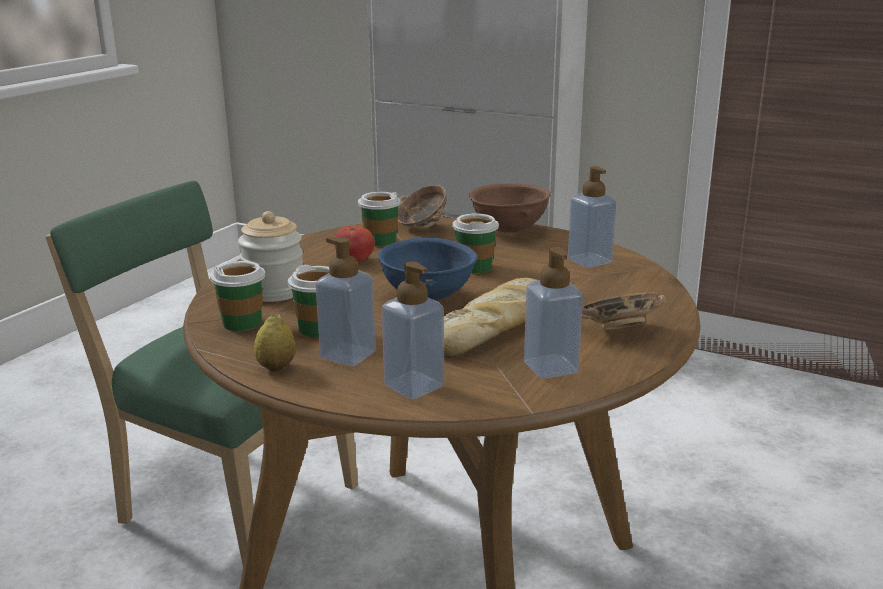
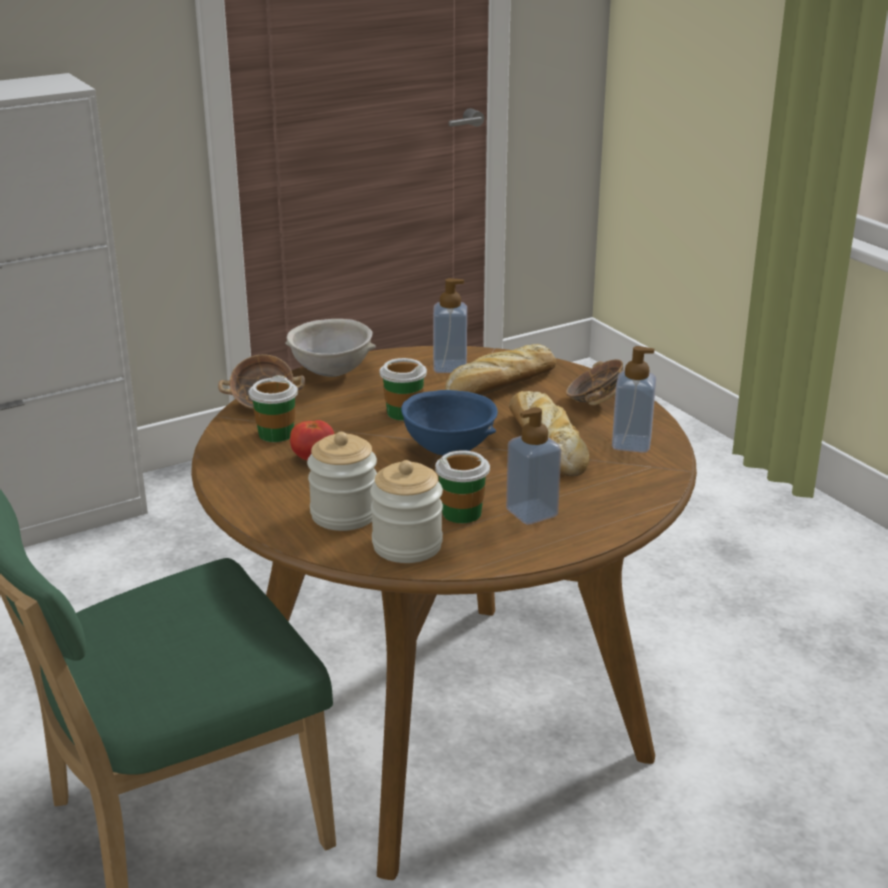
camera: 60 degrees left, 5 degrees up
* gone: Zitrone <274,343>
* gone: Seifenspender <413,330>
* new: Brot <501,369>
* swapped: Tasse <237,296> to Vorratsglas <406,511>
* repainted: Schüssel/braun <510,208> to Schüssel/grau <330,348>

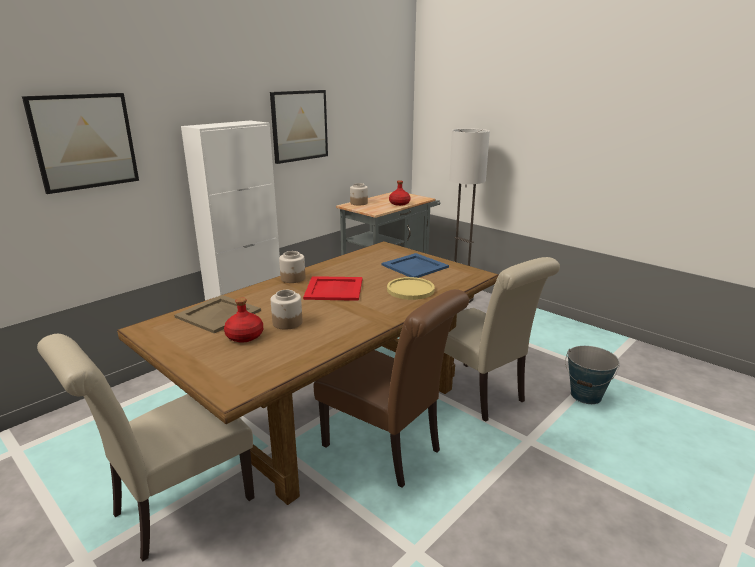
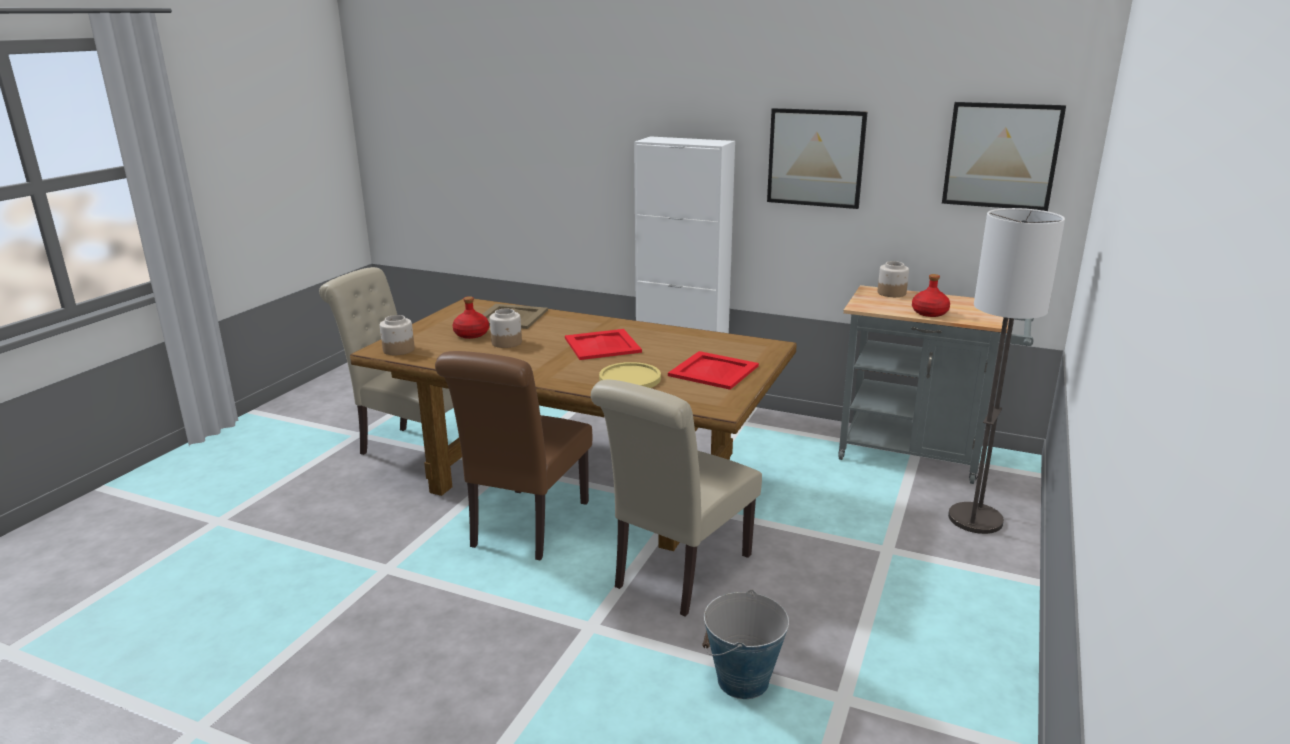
camera: 70 degrees right, 0 degrees up
* shifted: Bild <80,143> to <1004,156>
* shifted: Vorratsglas <292,267> to <397,335>
* repainted: Tablett/blau <415,265> to Tablett/rot <713,370>

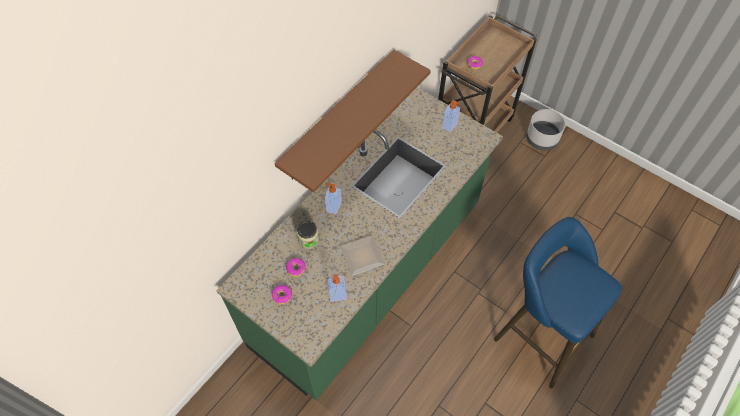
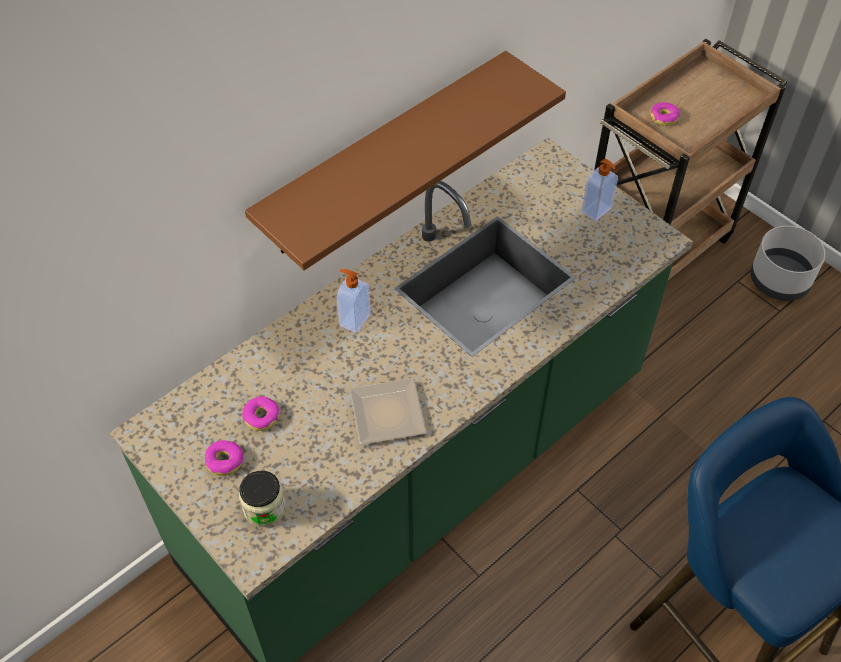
camera: 10 degrees right, 5 degrees down
* gone: Seifenspender <337,288>
* shifted: Vorratsglas <308,235> to <262,499>

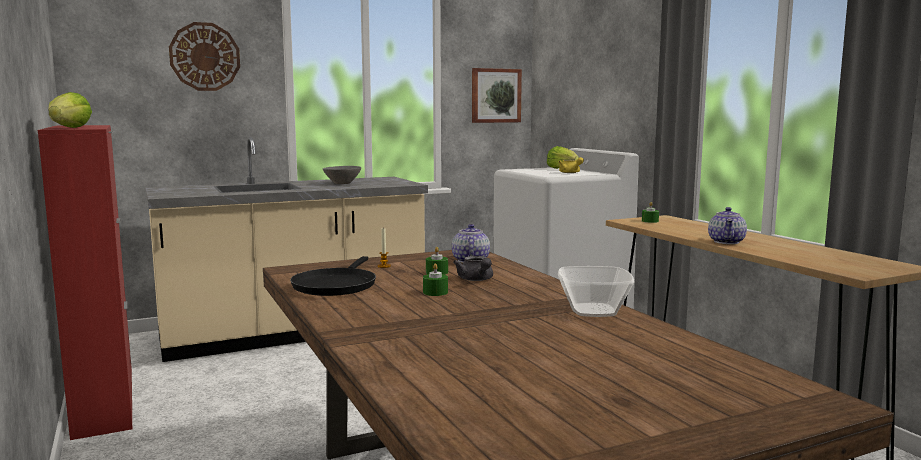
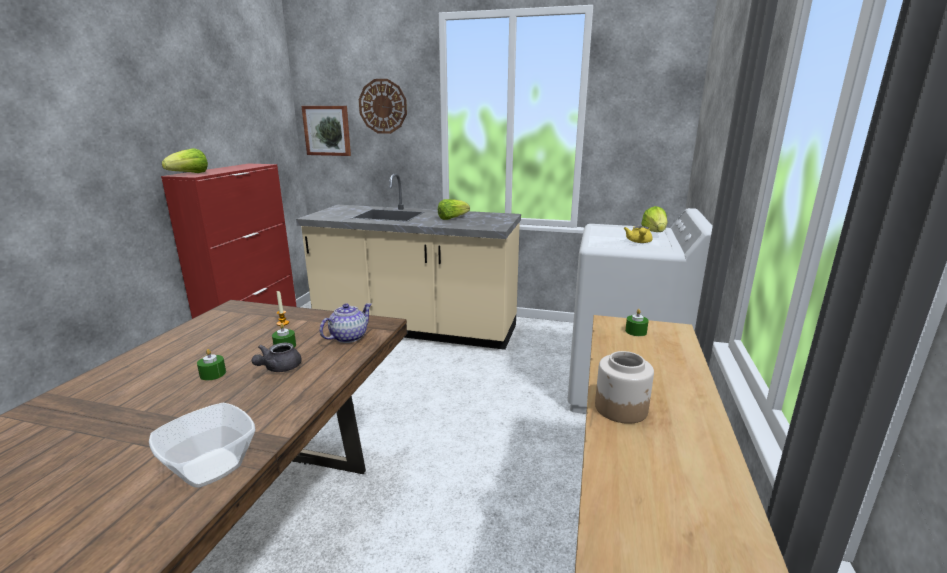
camera: 40 degrees right, 10 degrees up
* gone: Pfanne/schwarz <333,276>
* shifted: Bild <497,95> to <326,131>
* swapped: Schüssel/grau <342,175> to Salatkopf <454,209>
* swapped: Teekanne <727,225> to Vorratsglas <624,387>

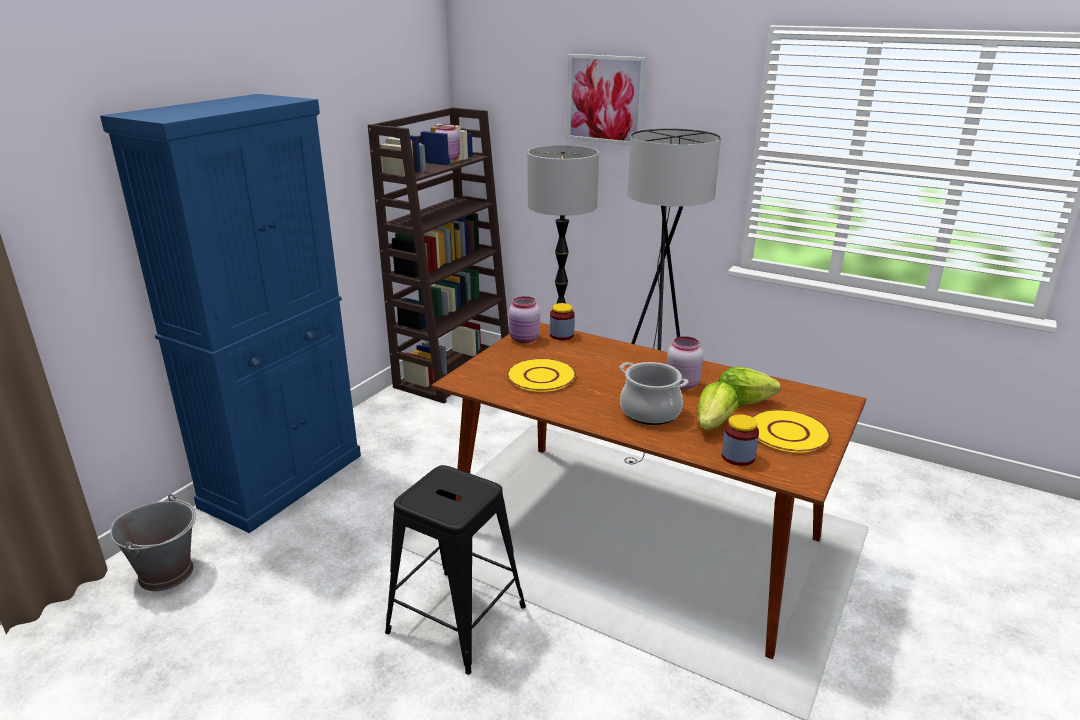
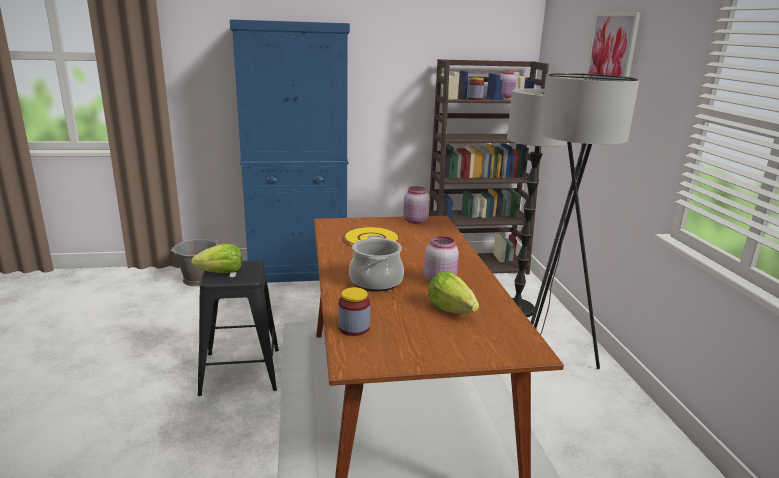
camera: 50 degrees right, 5 degrees down
* gone: Teller/gelb <791,431>
* shifted: Vorratsglas <562,321> to <476,88>
* shifted: Salatkopf <718,405> to <216,258>

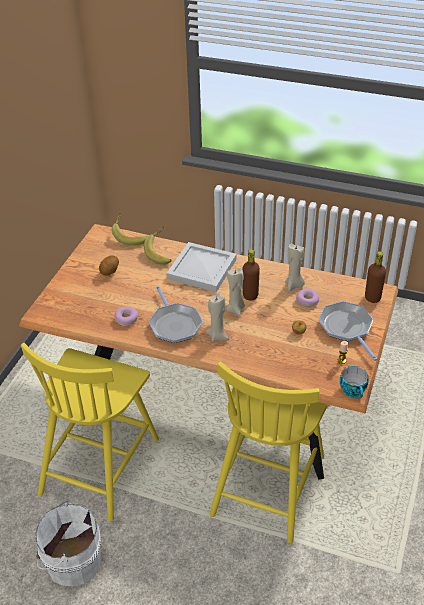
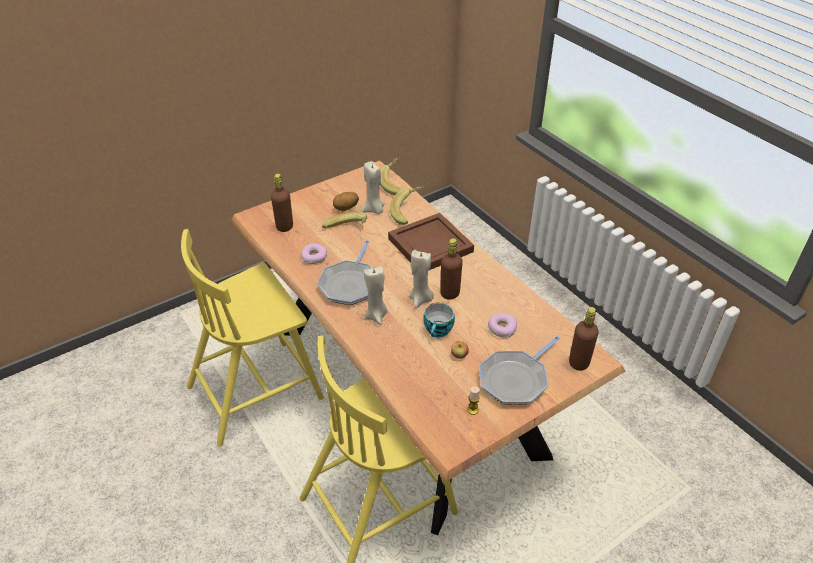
camera: 35 degrees right, 0 degrees up
* gone: Eimer/weiß <68,543>
* new: Flasche/braun <282,203>
* new: Banane <344,219>
* shifted: Kerze/beige <295,267> to <373,187>
* shifted: Tasse <354,382> to <439,320>
* repainted: Tablett/weiß <201,267> to Tablett/braun <431,242>
* rotated: Pfanne <348,331> = <519,370> 150 degrees counterclockwise

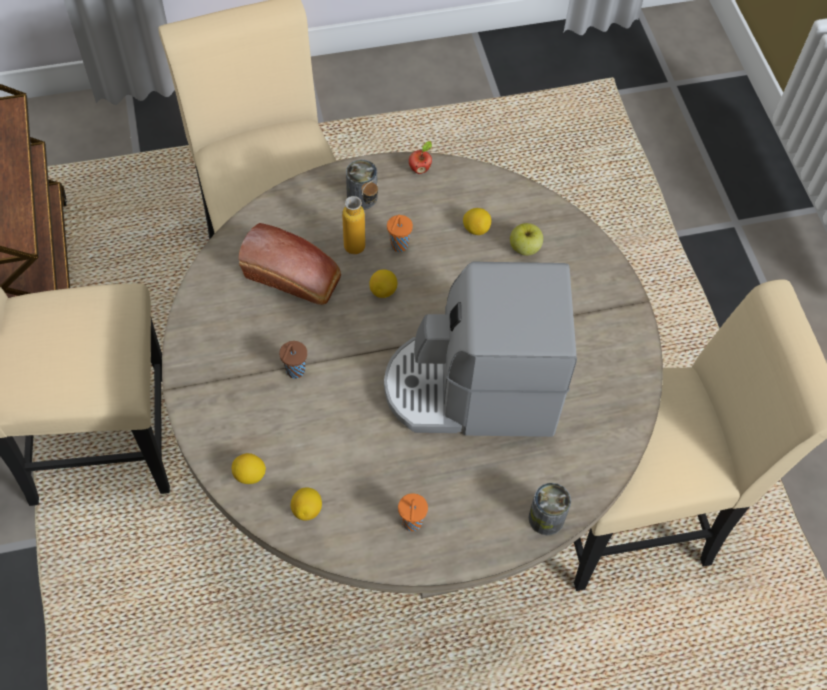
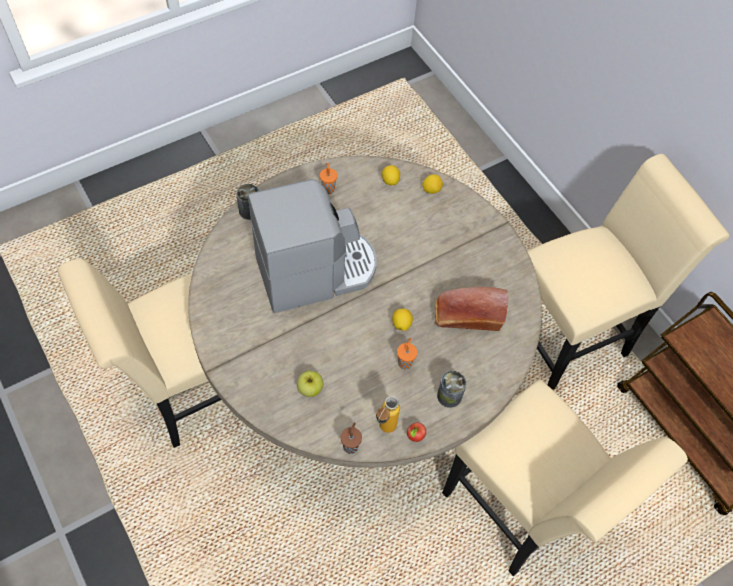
camera: 160 degrees right, 0 degrees up
* gone: Zitrone <477,221>
* shifted: Tasse/braun <293,360> to <351,438>
* shifted: Flasche <360,217> to <388,414>

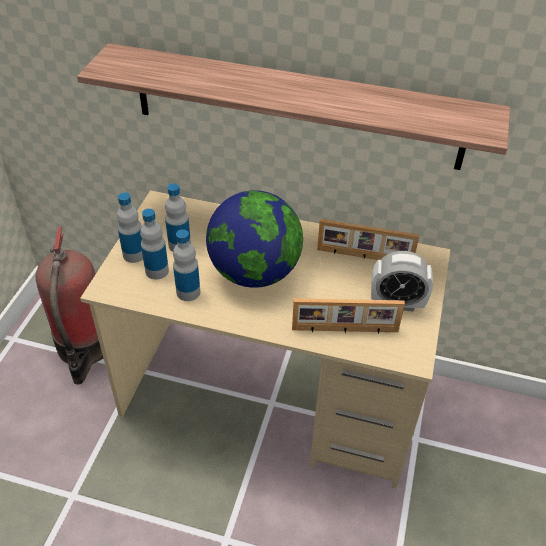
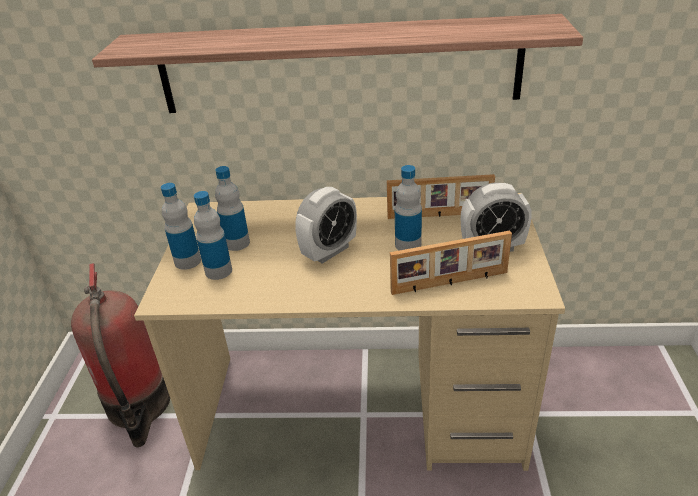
camera: 10 degrees left, 10 degrees down
* shifted: Flasche <186,265> to <408,207>
* swapped: Globus <254,239> to Wecker <326,225>

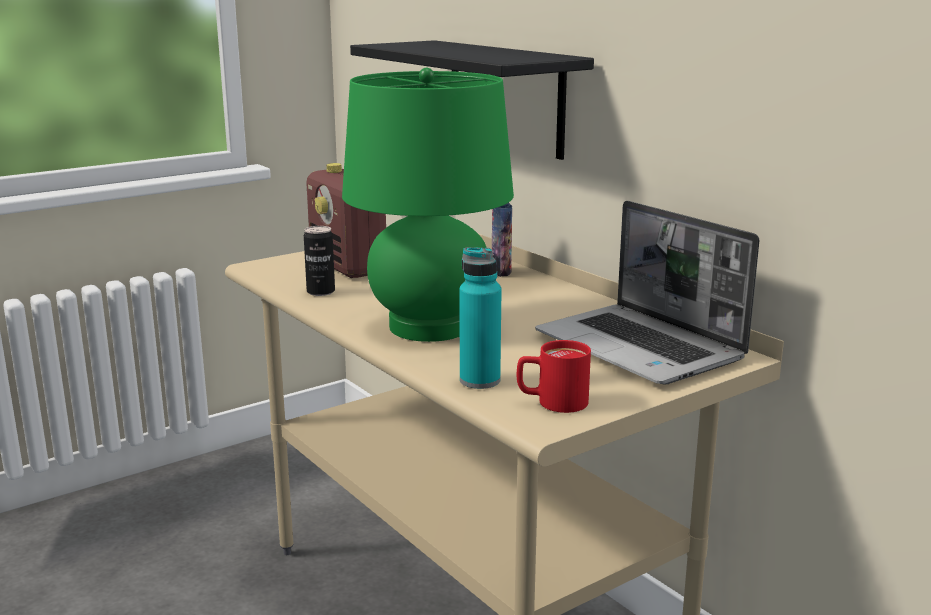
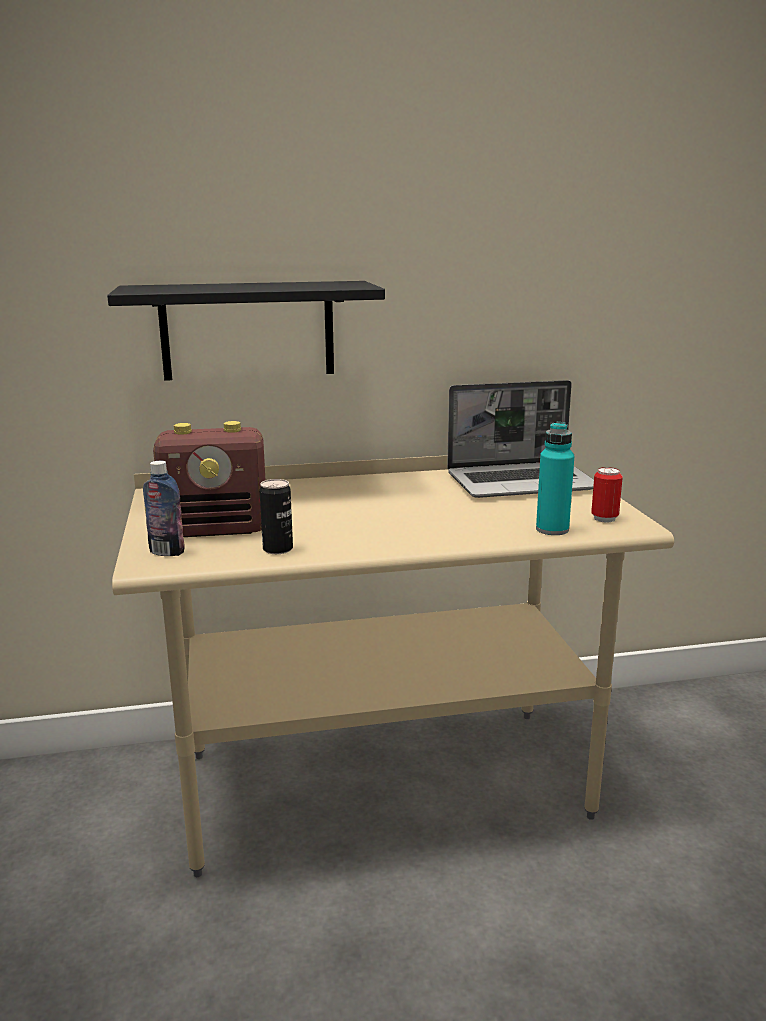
camera: 65 degrees left, 0 degrees up
* gone: Tischlampe/grün <428,205>
* shifted: Flasche <502,240> to <164,508>
* swapped: Henkelbecher/rot <554,376> to Dose <607,494>

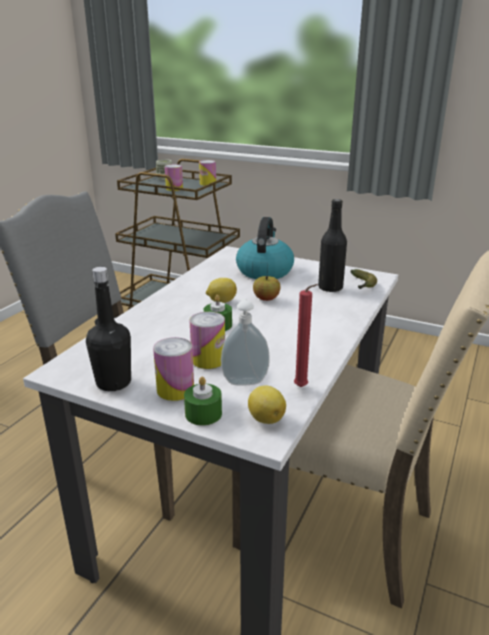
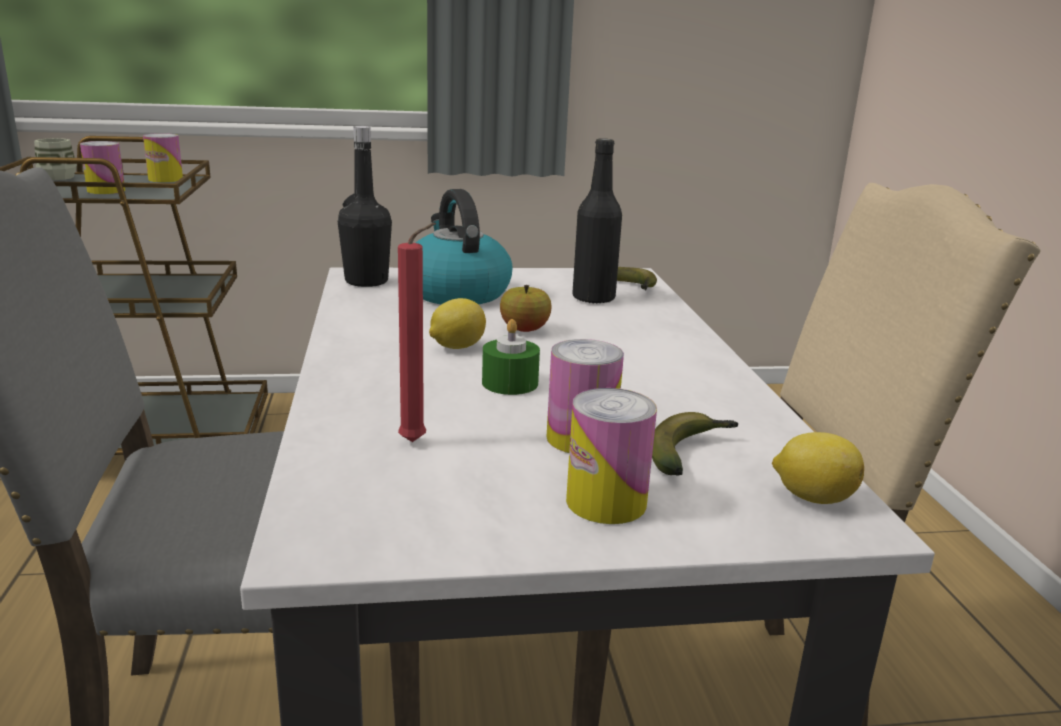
camera: 35 degrees left, 5 degrees down
* gone: Kerze/grün <203,401>
* shifted: Flasche/schwarz <108,329> to <365,206>
* shifted: Kerze/rot <306,335> to <417,332>
* swapped: Seifenspender <245,342> to Banane <695,443>

